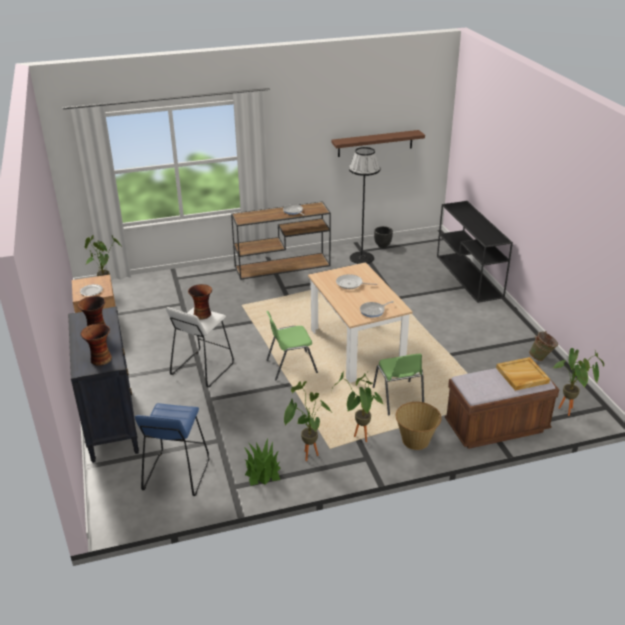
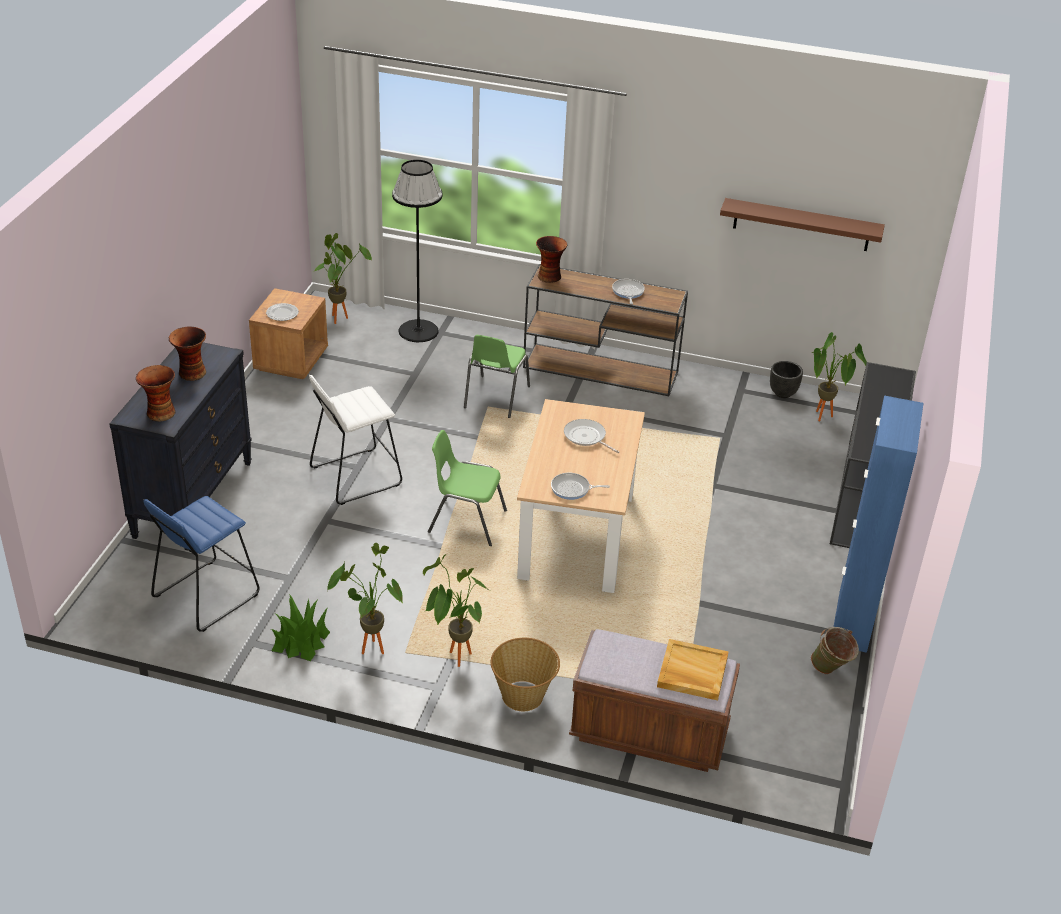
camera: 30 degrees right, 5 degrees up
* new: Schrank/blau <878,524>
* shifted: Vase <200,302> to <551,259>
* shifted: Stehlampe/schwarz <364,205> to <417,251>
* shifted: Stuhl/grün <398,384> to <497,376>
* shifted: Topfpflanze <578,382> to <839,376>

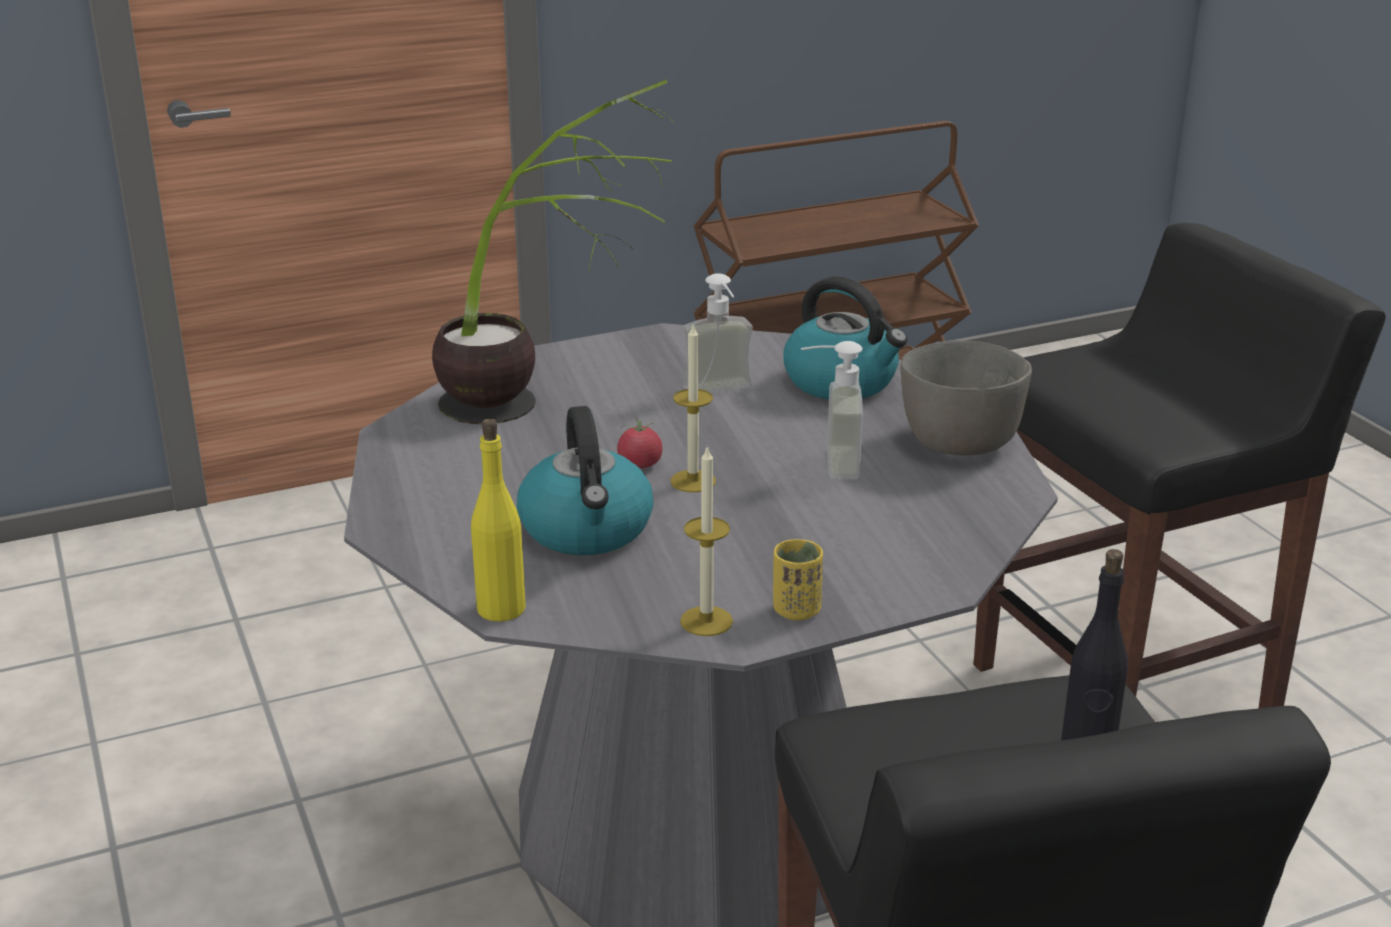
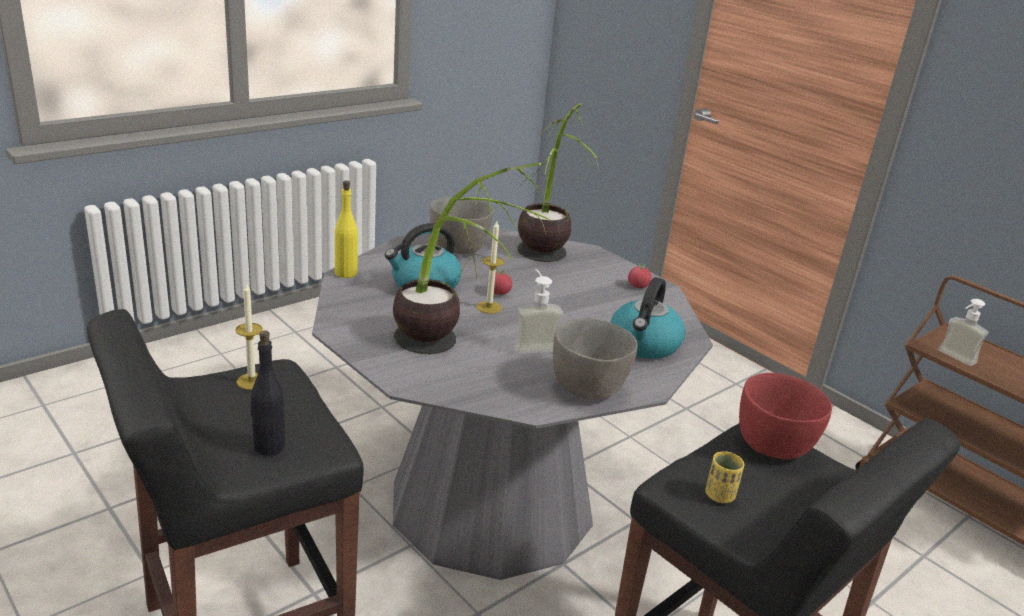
camera: 70 degrees right, 0 degrees up
* new: Topfpflanze <471,258>
* new: Schüssel/grau <462,225>
* new: Tomate <640,275>
* new: Schüssel/rot <785,416>
* shifted: Kerze <706,541> to <249,336>
* shifted: Seifenspender <718,333> to <963,332>
* shifted: Tasse/gelb <798,579> to <724,477>

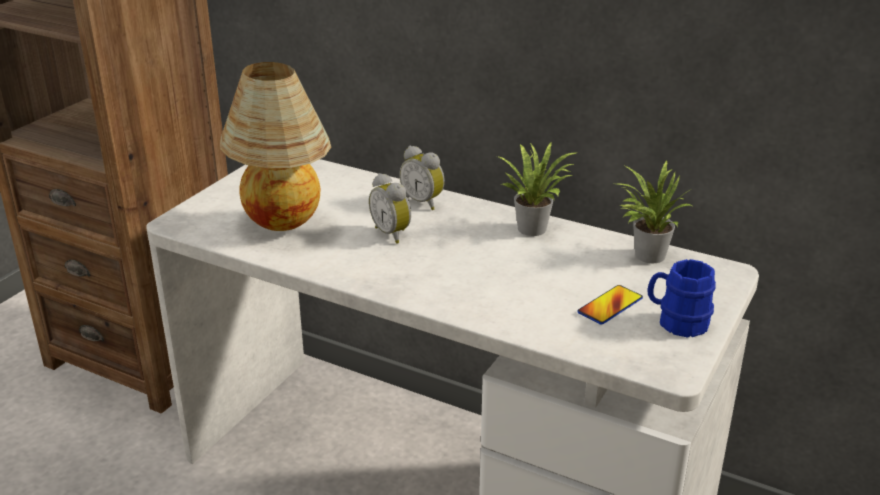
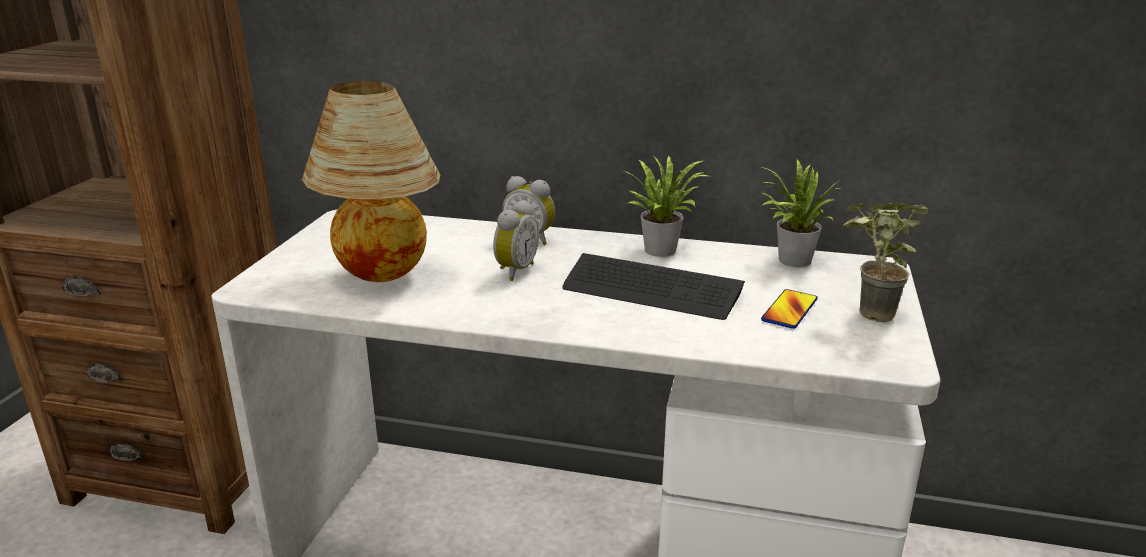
camera: 15 degrees left, 5 degrees down
* new: Tastatur <653,286>
* swapped: Henkelbecher/blau <681,298> to Topfpflanze <885,262>
* rotated: Wecker <390,208> = <516,240> 105 degrees counterclockwise

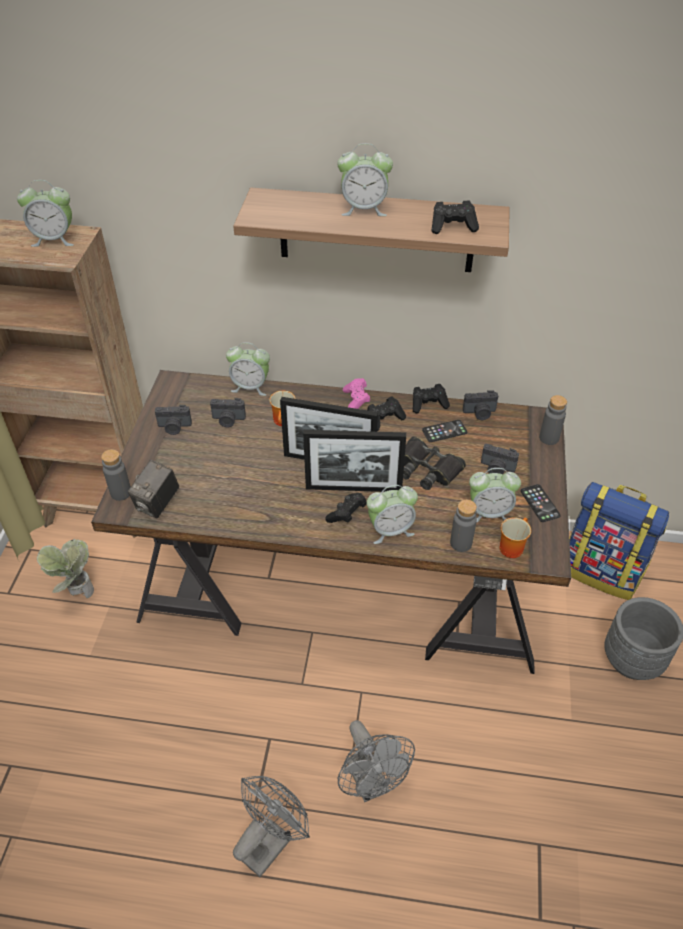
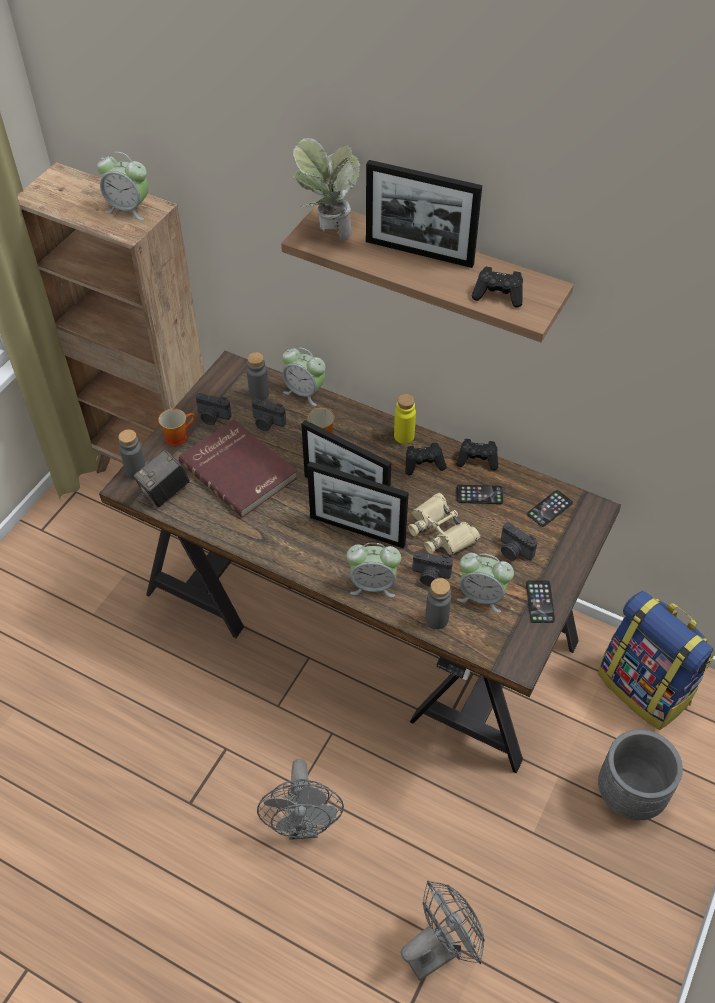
camera: 20 degrees right, 5 degrees up
* gone: Gamepad/schwarz <346,508>
* new: Buch/rot <238,468>
* new: Handy <550,508>
* shifted: Topfpflanze <65,568> to <326,189>
* shifted: Ventilator/grau <271,826> to <443,931>
* shifted: Kamera <480,405> to <432,568>
* shifted: Henkelbecher <515,537> to <176,427>
* shifted: Flasche/grau <553,420> to <258,376>
* swapped: Wecker <365,179> to Bilderrahmen <424,214>
* swapped: Gamepad/rosa <356,393> to Flasche/gelb <405,419>
* repainted: Fernglas/schwarz <434,463> to Fernglas/beige <444,524>

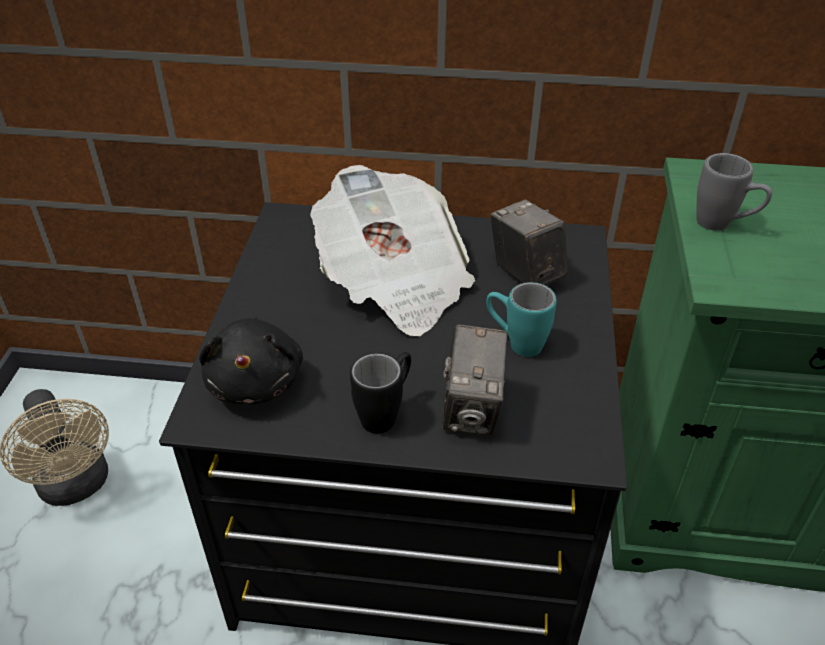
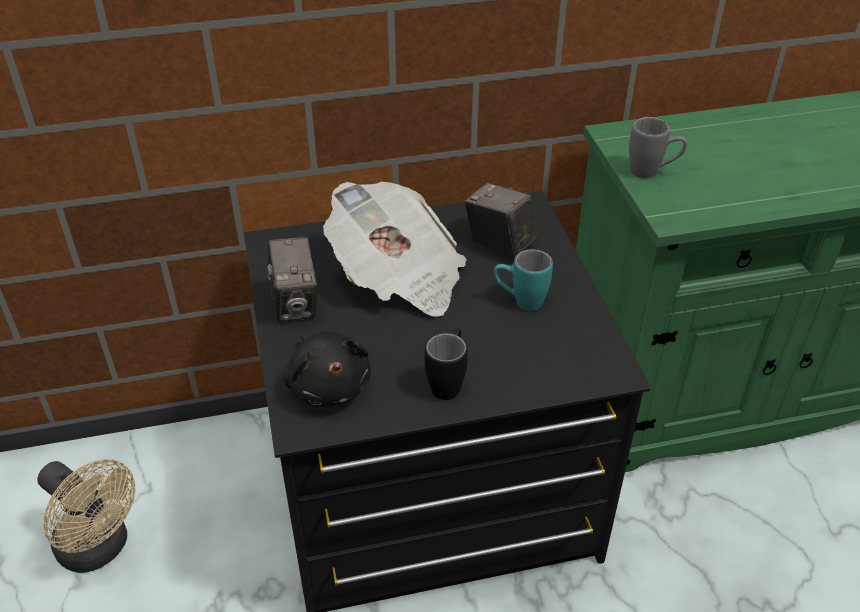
camera: 20 degrees left, 0 degrees up
* shifted: Kamera <475,380> to <292,279>

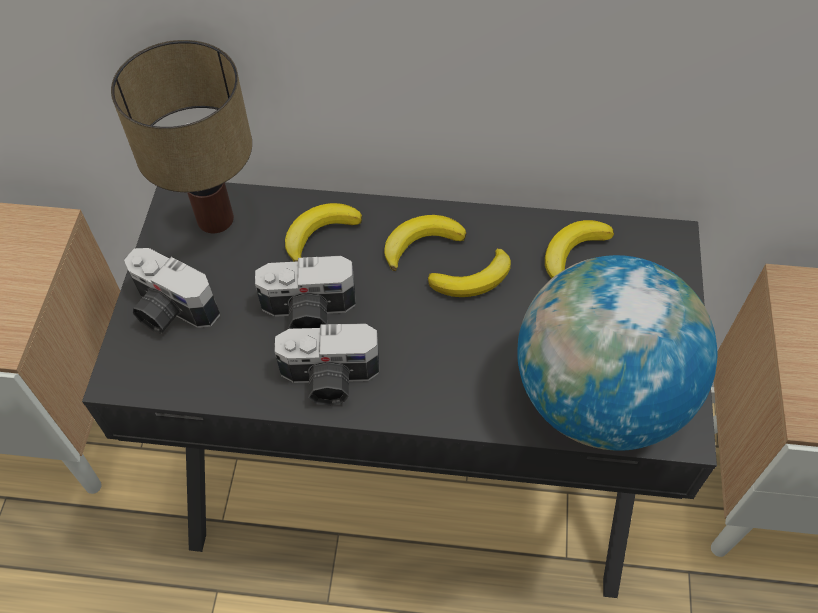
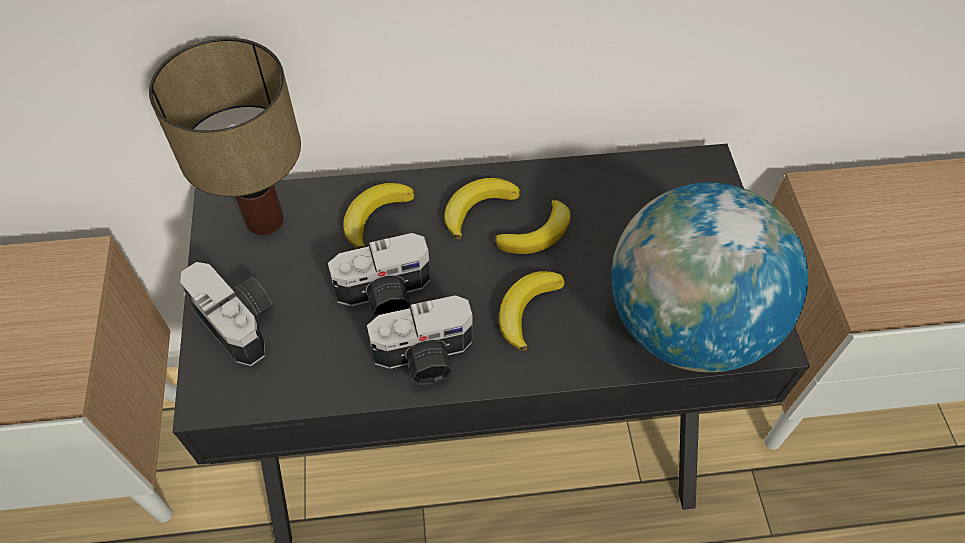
camera: 15 degrees left, 0 degrees up
* shifted: Banane <579,249> to <532,311>
* rotated: Kamera <172,291> = <226,314> 150 degrees counterclockwise

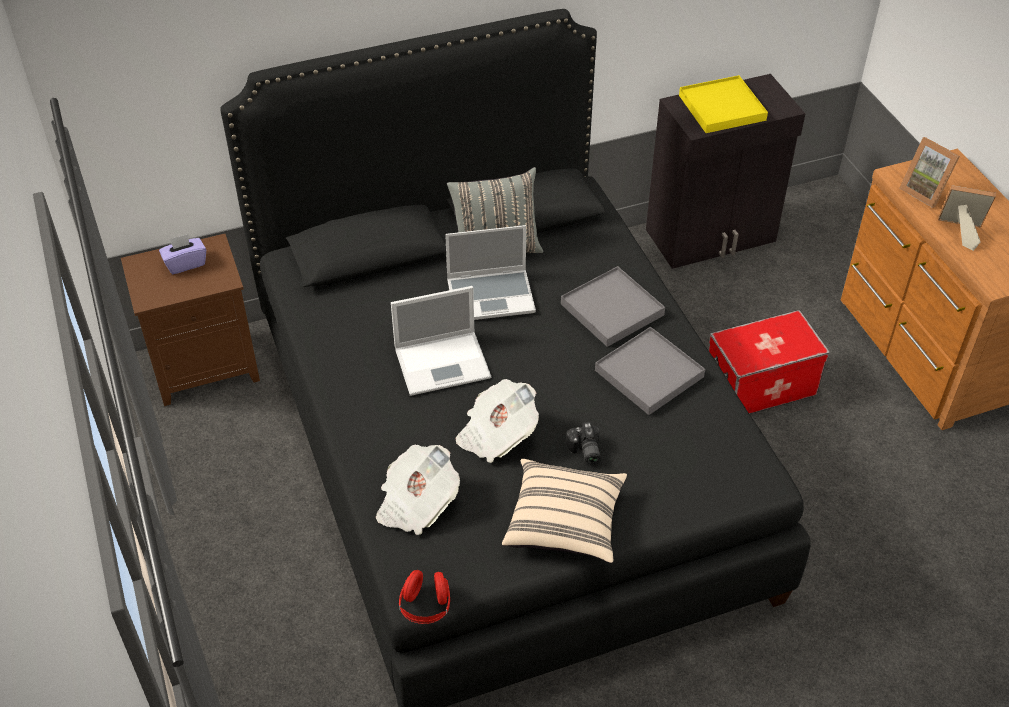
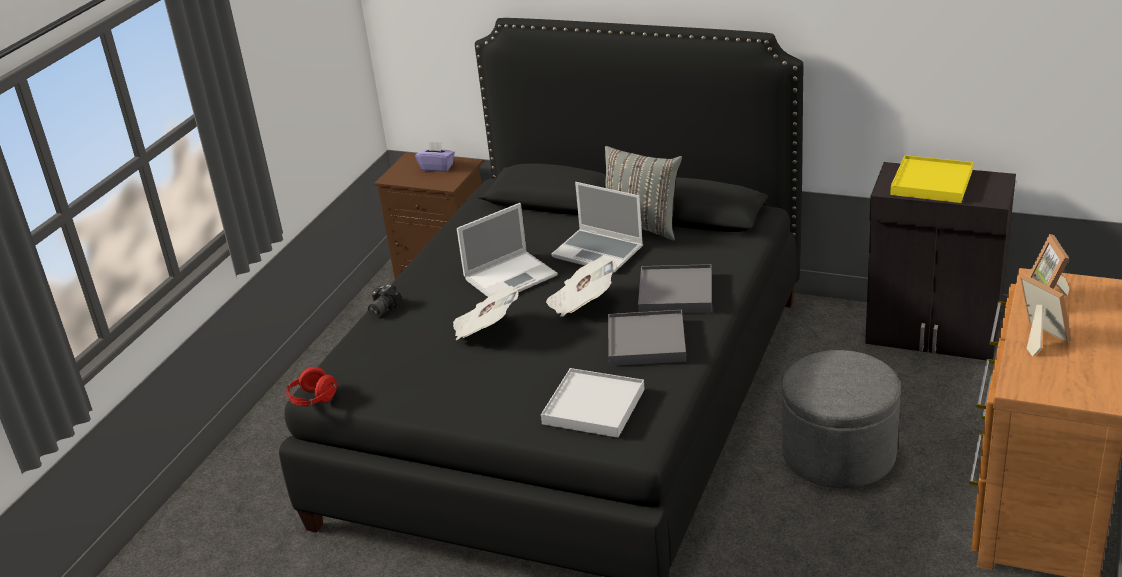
camera: 45 degrees right, 15 degrees down
* gone: Kissen/beige <564,511>
* new: Tablett/weiß <593,403>
* shifted: Zeitung <418,489> to <581,287>
* shifted: Kamera <583,443> to <385,300>
* swapped: Aufbewahrungsbox <769,362> to Polsterhocker/grau <841,419>
* rotated: Laptop <441,341> = <507,250> 60 degrees counterclockwise

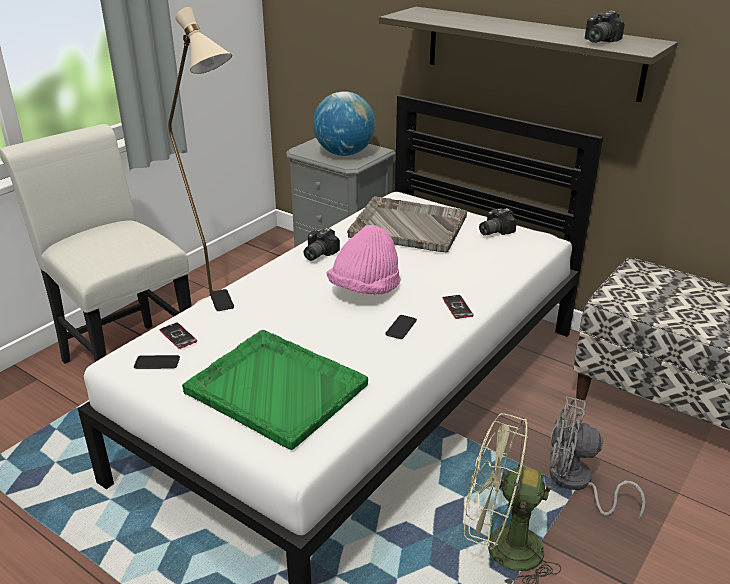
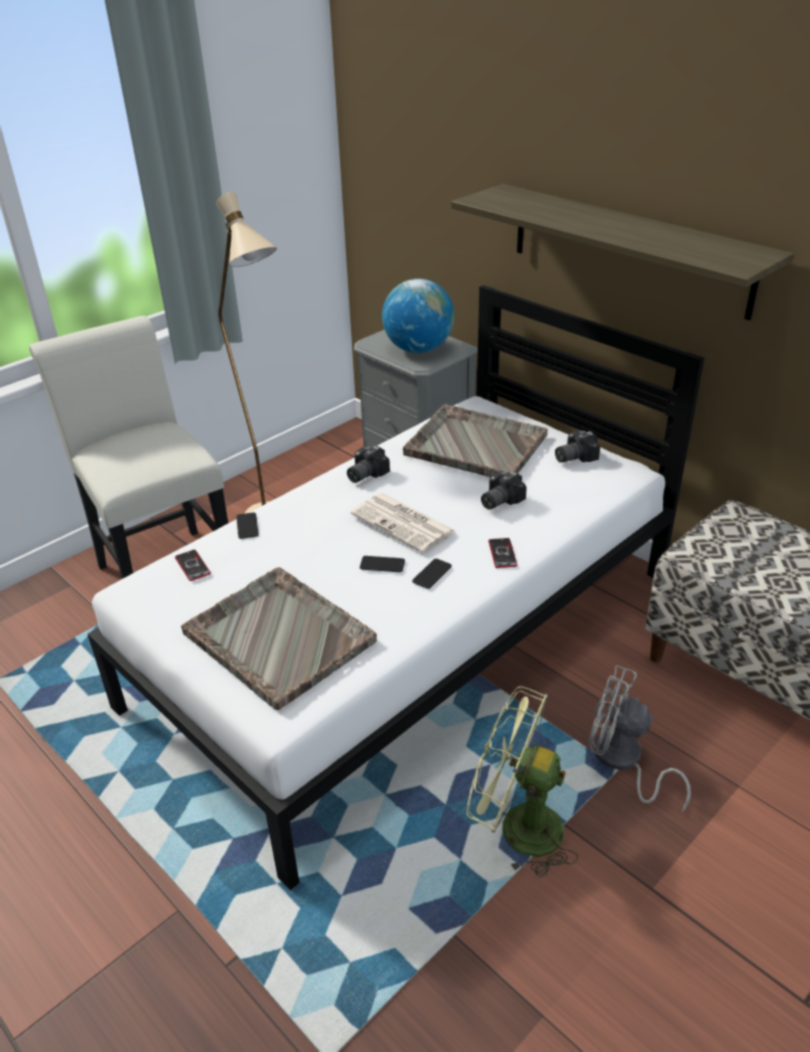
camera: 10 degrees right, 5 degrees up
* shifted: Handy <157,362> to <382,564>
* shifted: Kamera <605,27> to <504,490>
* swapped: Hut/rosa <363,260> to Zeitung <403,523>
* repainted: Tablett/grün <275,390> to Tablett/grau <279,638>

